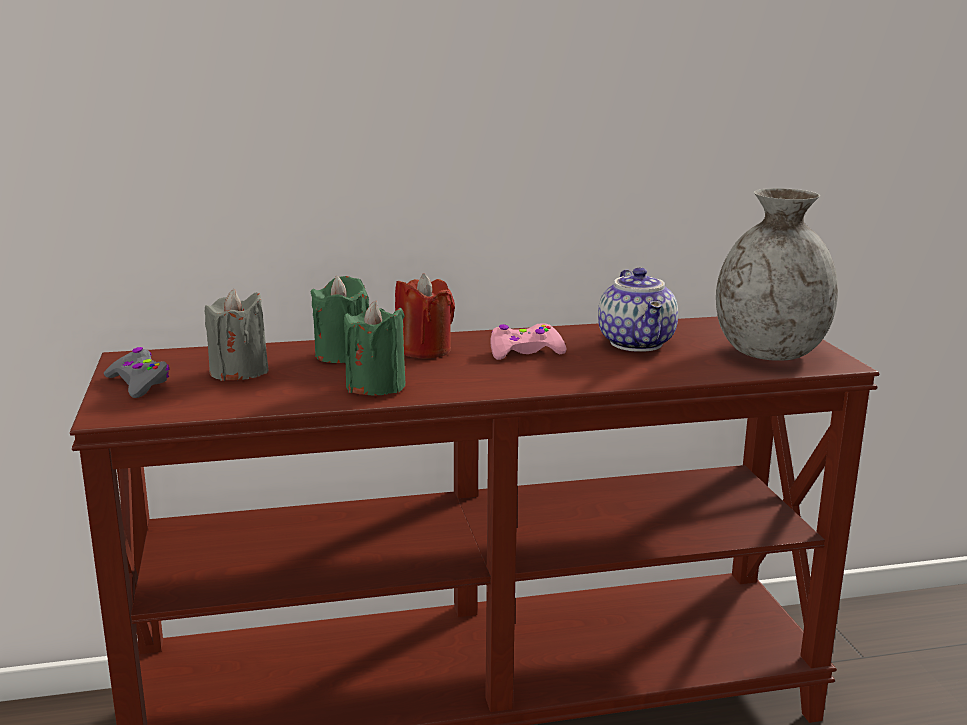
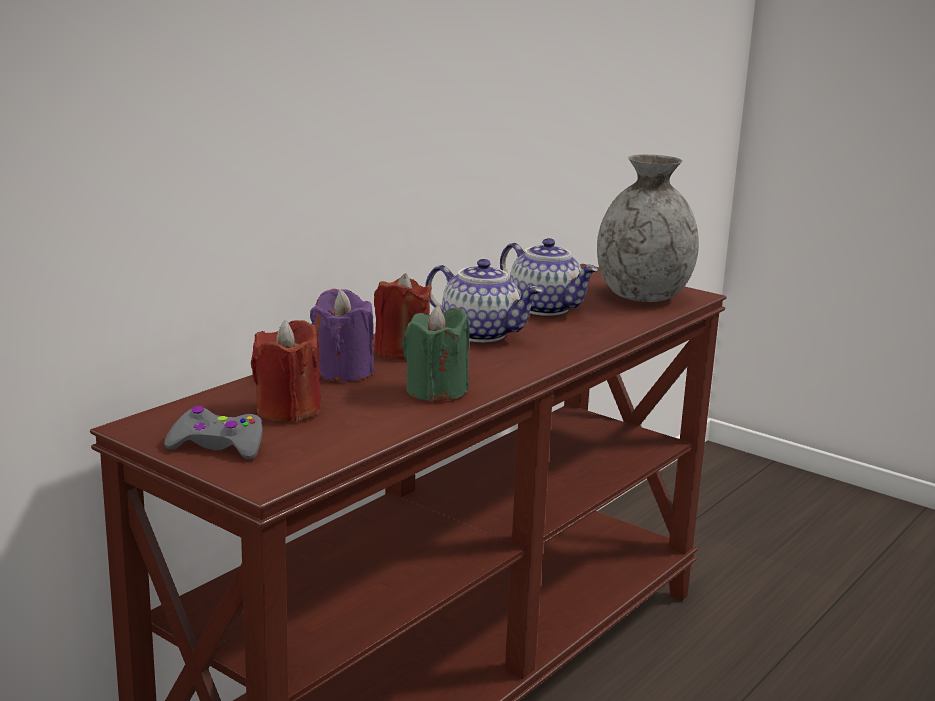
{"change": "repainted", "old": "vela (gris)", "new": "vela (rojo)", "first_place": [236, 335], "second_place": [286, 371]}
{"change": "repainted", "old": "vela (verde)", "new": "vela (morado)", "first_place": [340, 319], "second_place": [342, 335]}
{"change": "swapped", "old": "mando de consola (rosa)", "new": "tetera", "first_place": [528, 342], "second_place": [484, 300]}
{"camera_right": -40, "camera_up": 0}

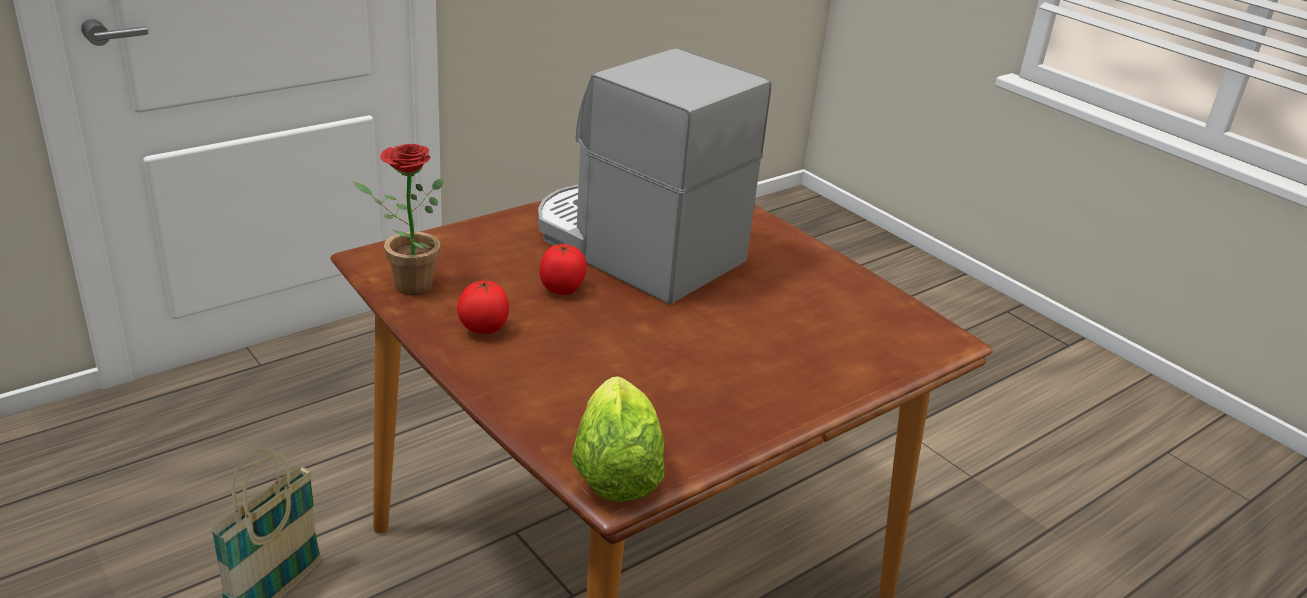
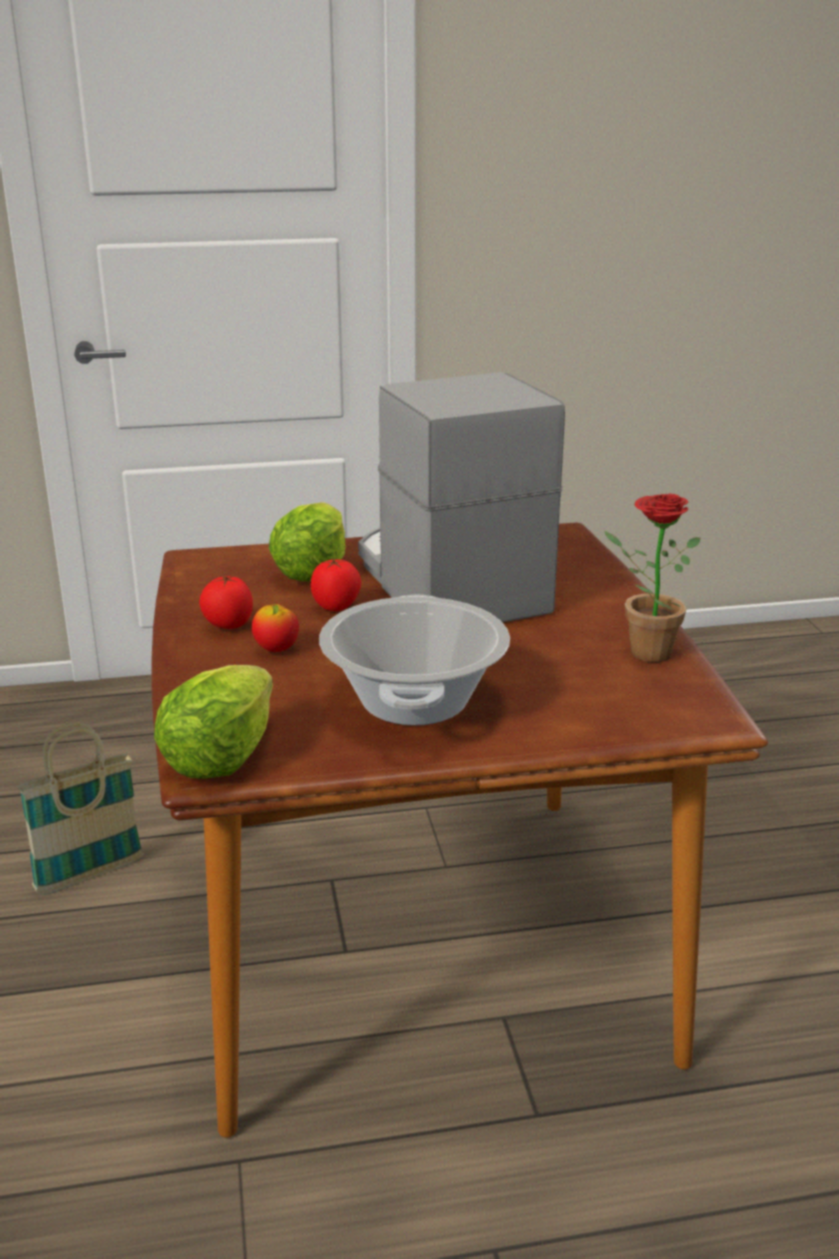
{"change": "new", "new": "manzana", "second_place": [275, 627]}
{"change": "new", "new": "lechuga", "second_place": [307, 542]}
{"change": "new", "new": "olla", "second_place": [414, 660]}
{"change": "shifted", "old": "planta en maceta", "first_place": [398, 219], "second_place": [652, 577]}
{"camera_right": 30, "camera_up": -5}

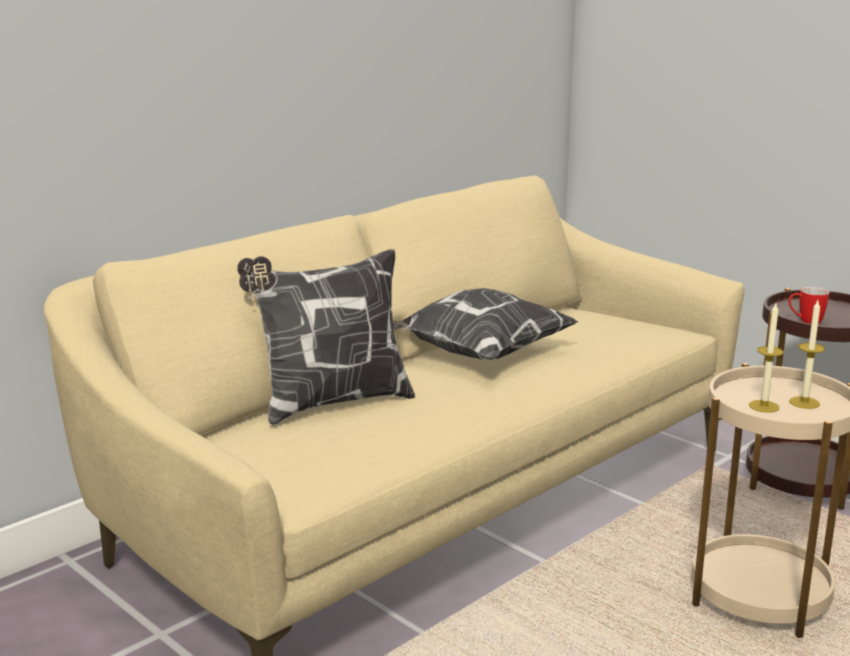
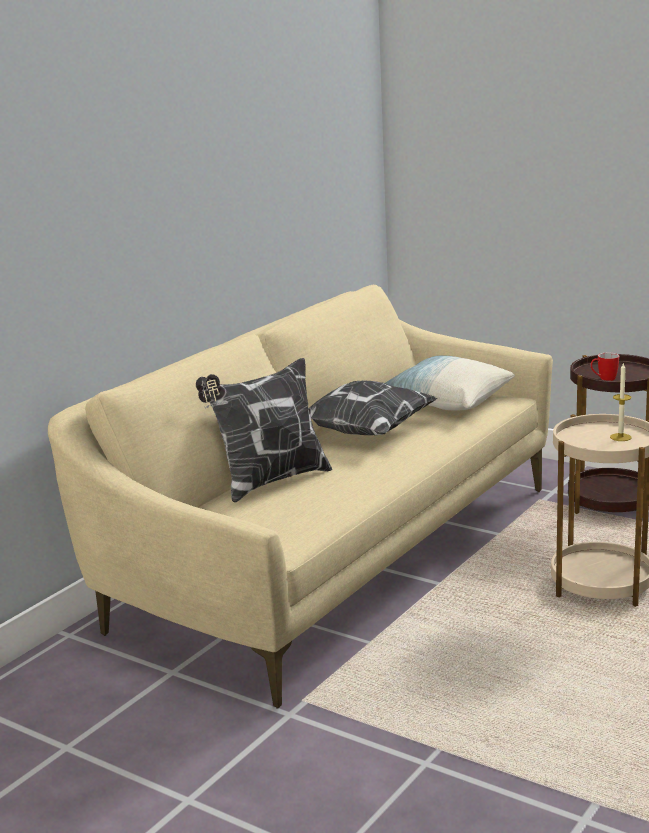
{"change": "new", "new": "cojín", "second_place": [450, 383]}
{"change": "gone", "old": "vela", "first_place": [766, 358]}
{"camera_right": -10, "camera_up": 0}

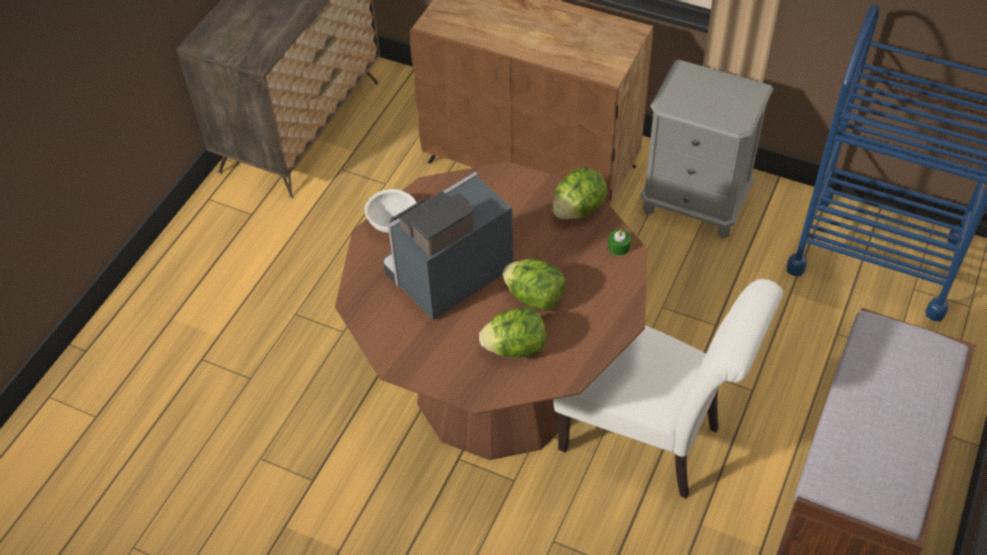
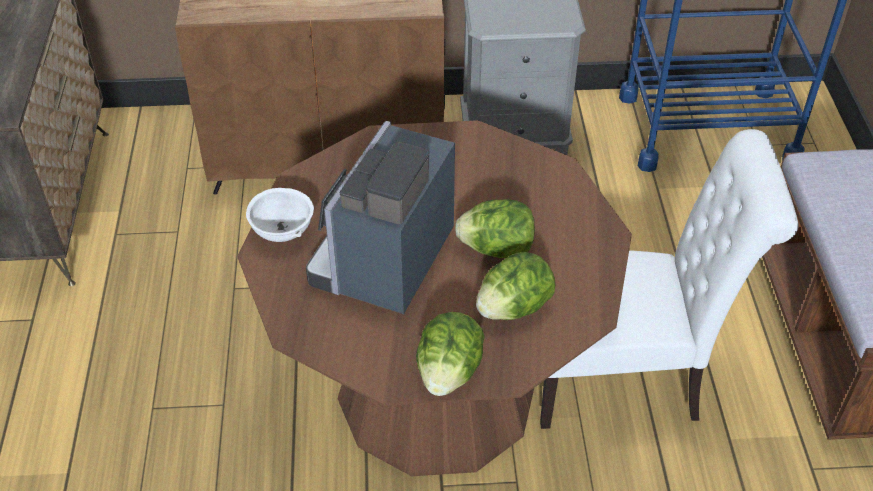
{"change": "shifted", "old": "lechuga", "first_place": [580, 193], "second_place": [450, 354]}
{"change": "gone", "old": "vela (verde)", "first_place": [619, 242]}
{"camera_right": -30, "camera_up": -5}

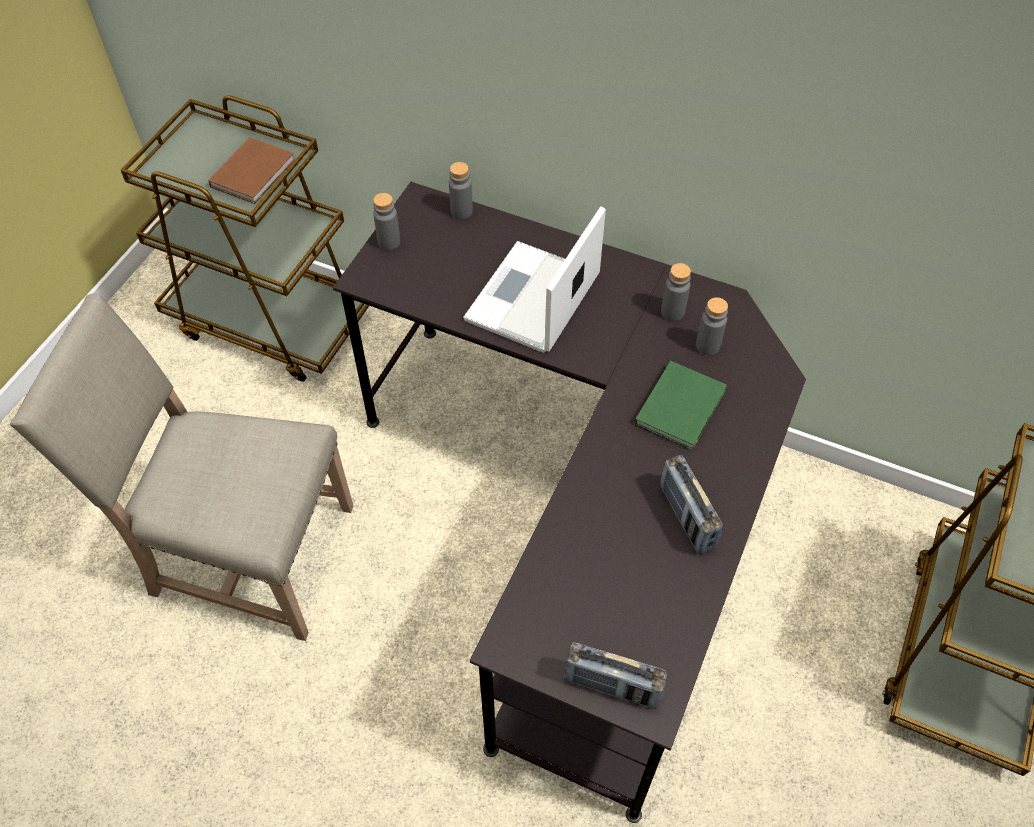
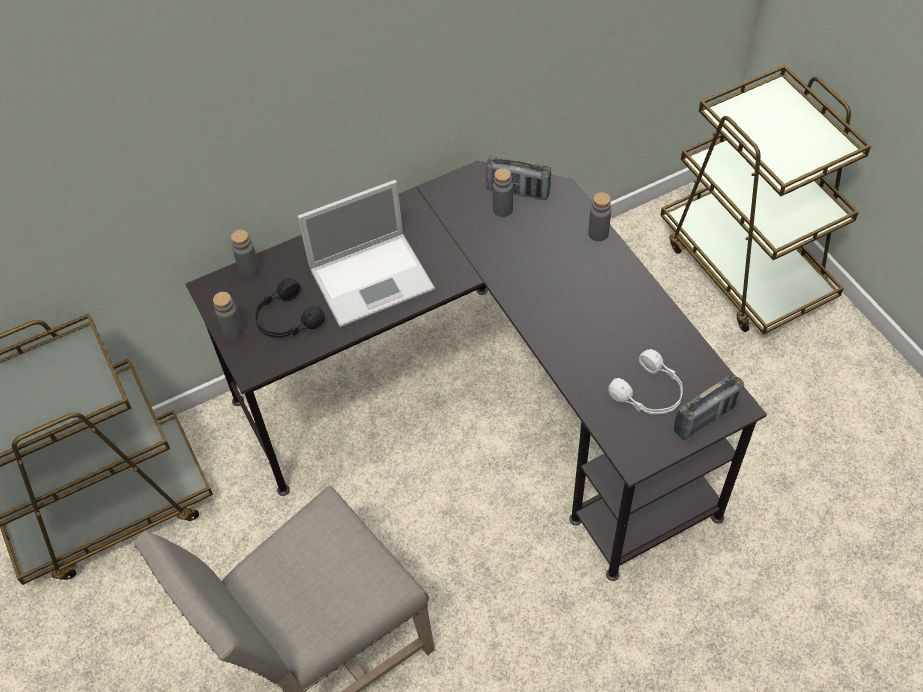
{"change": "new", "new": "auriculares (negro)", "second_place": [290, 308]}
{"change": "rotated", "old": "portátil", "first_place": [534, 279], "second_place": [366, 253], "degrees": -90}
{"change": "shifted", "old": "radio", "first_place": [691, 504], "second_place": [518, 178]}
{"change": "shifted", "old": "botella (gris)", "first_place": [676, 292], "second_place": [599, 216]}
{"change": "new", "new": "auriculares (blanco)", "second_place": [645, 382]}
{"change": "gone", "old": "libro (marrón)", "first_place": [251, 170]}
{"change": "gone", "old": "libro (verde)", "first_place": [681, 406]}
{"camera_right": -50, "camera_up": 0}

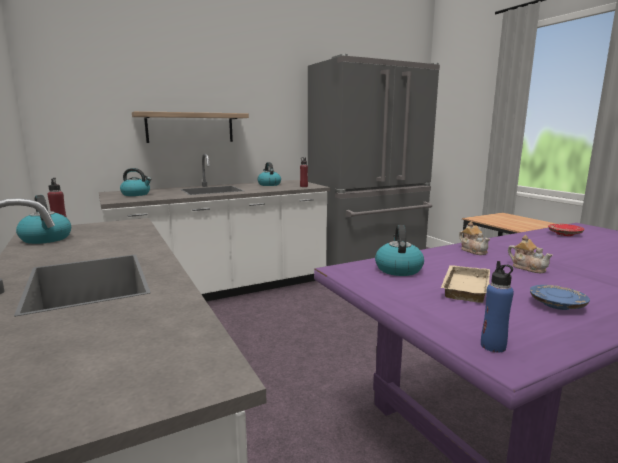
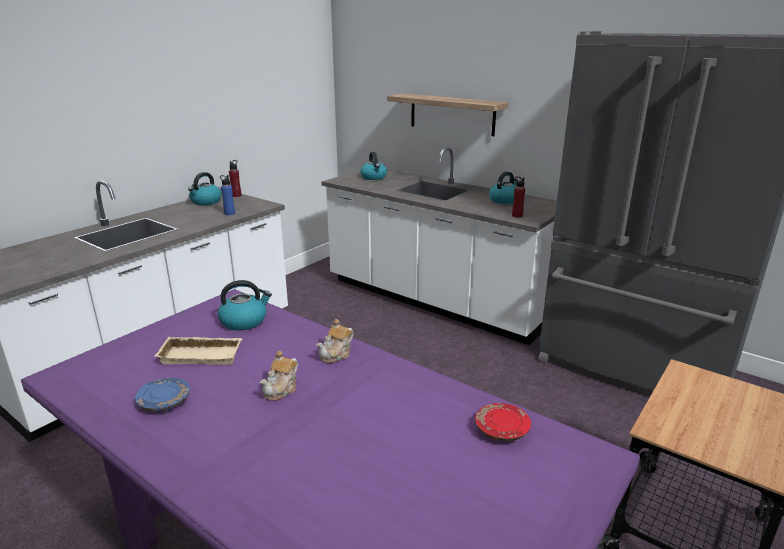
{"change": "shifted", "old": "botella (azul)", "first_place": [497, 306], "second_place": [227, 195]}
{"camera_right": 65, "camera_up": 10}

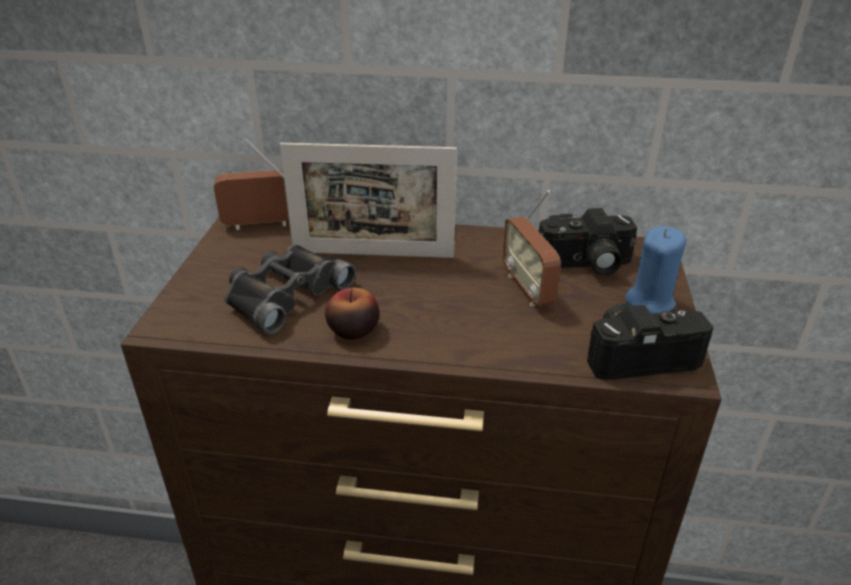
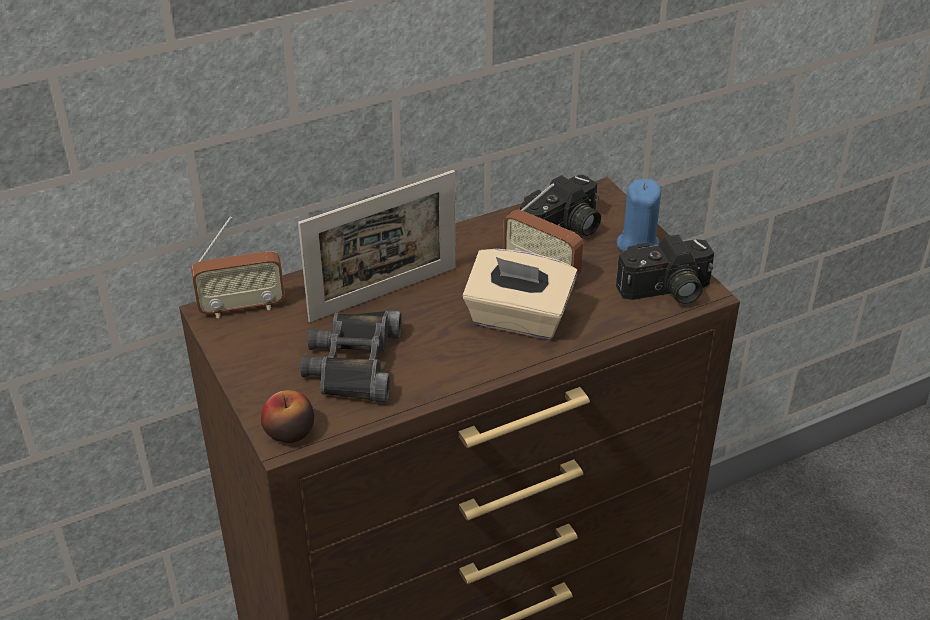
{"change": "rotated", "old": "radio", "first_place": [251, 184], "second_place": [238, 267], "degrees": -150}
{"change": "shifted", "old": "manzana", "first_place": [352, 314], "second_place": [287, 416]}
{"change": "new", "new": "caja de pañuelos (beis)", "second_place": [520, 294]}
{"change": "rotated", "old": "cámara", "first_place": [650, 341], "second_place": [665, 269], "degrees": -150}
{"camera_right": -35, "camera_up": 5}

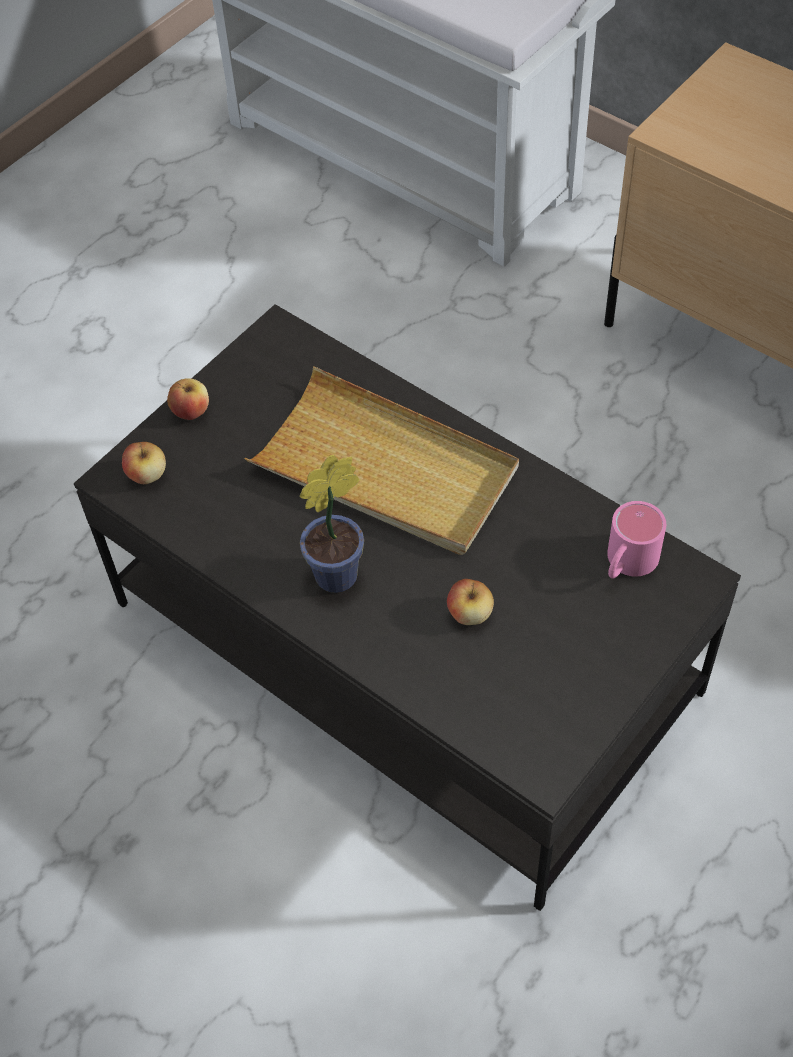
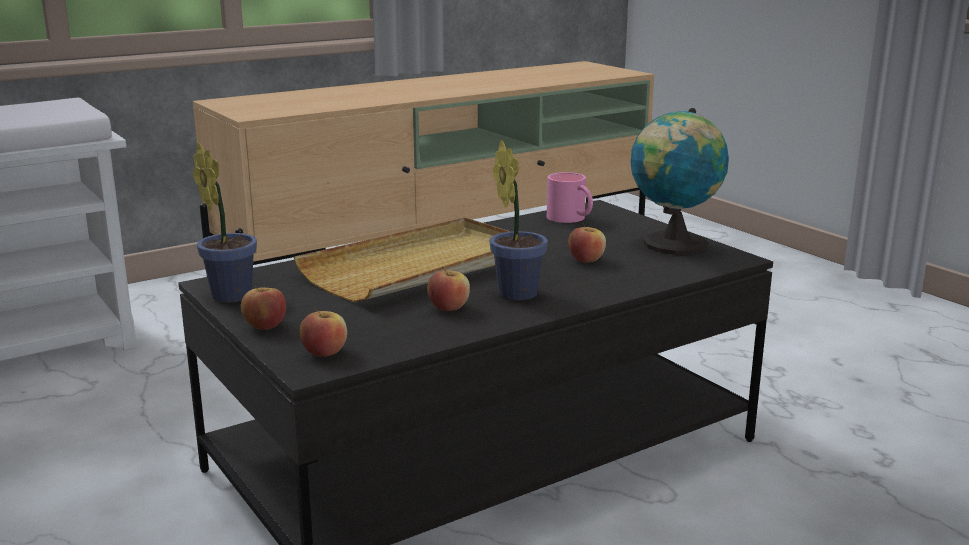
{"change": "new", "new": "planta en maceta", "second_place": [225, 222]}
{"change": "new", "new": "manzana", "second_place": [448, 288]}
{"change": "new", "new": "globo terráqueo", "second_place": [680, 181]}
{"camera_right": -75, "camera_up": -35}

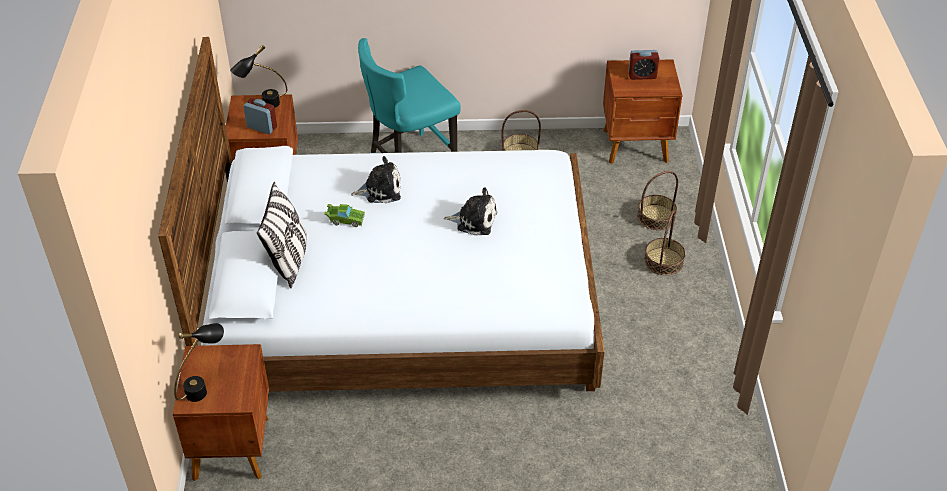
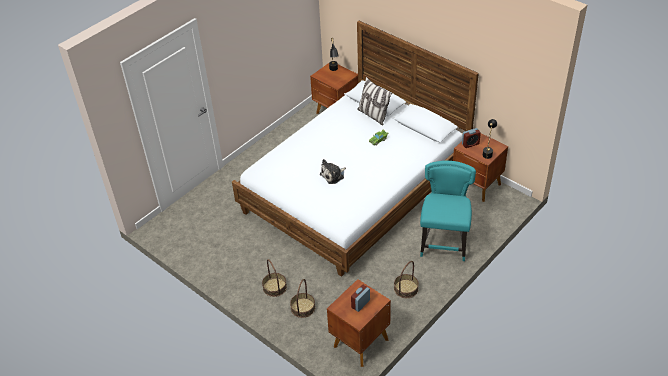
{"change": "gone", "old": "peluche", "first_place": [376, 179]}
{"camera_right": 135, "camera_up": 0}

